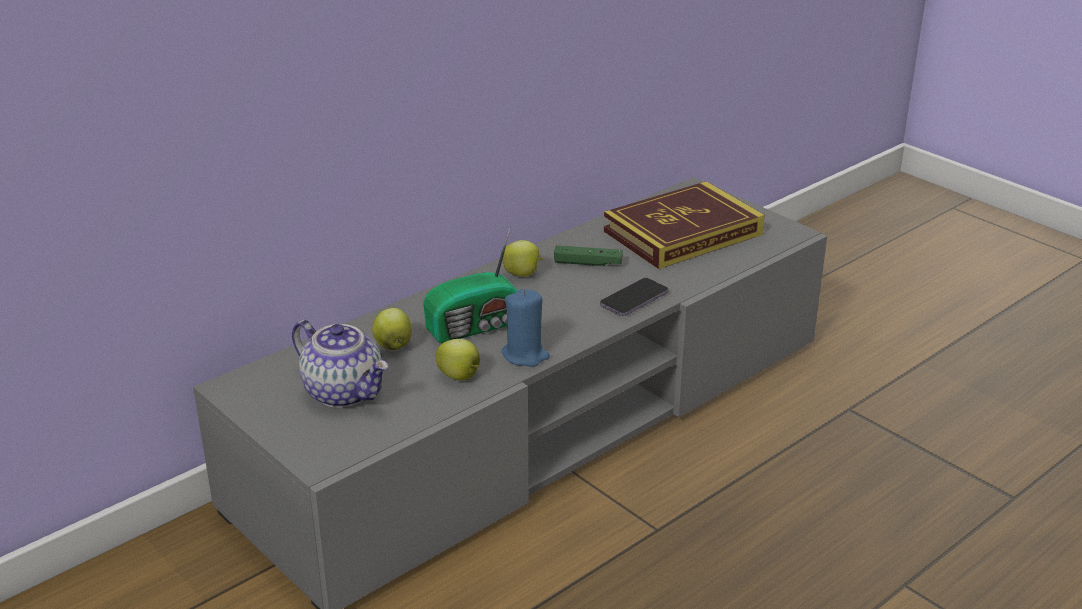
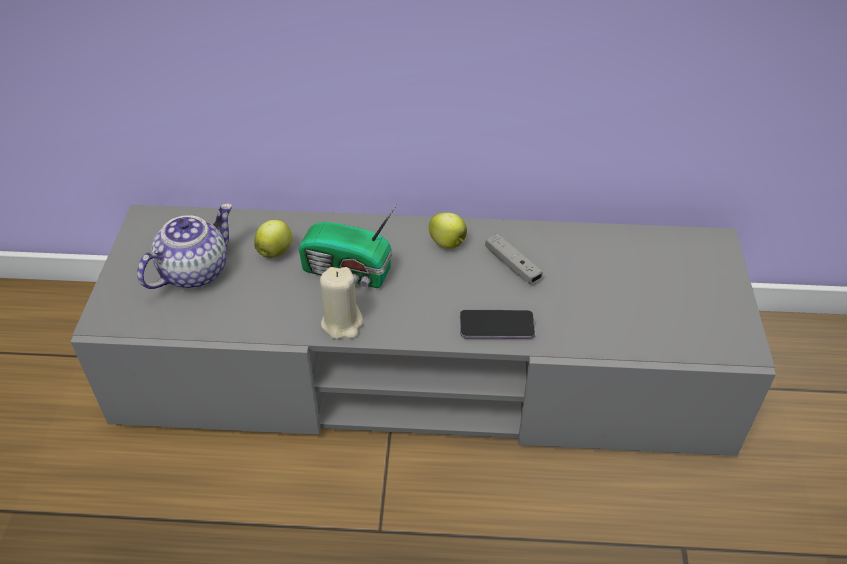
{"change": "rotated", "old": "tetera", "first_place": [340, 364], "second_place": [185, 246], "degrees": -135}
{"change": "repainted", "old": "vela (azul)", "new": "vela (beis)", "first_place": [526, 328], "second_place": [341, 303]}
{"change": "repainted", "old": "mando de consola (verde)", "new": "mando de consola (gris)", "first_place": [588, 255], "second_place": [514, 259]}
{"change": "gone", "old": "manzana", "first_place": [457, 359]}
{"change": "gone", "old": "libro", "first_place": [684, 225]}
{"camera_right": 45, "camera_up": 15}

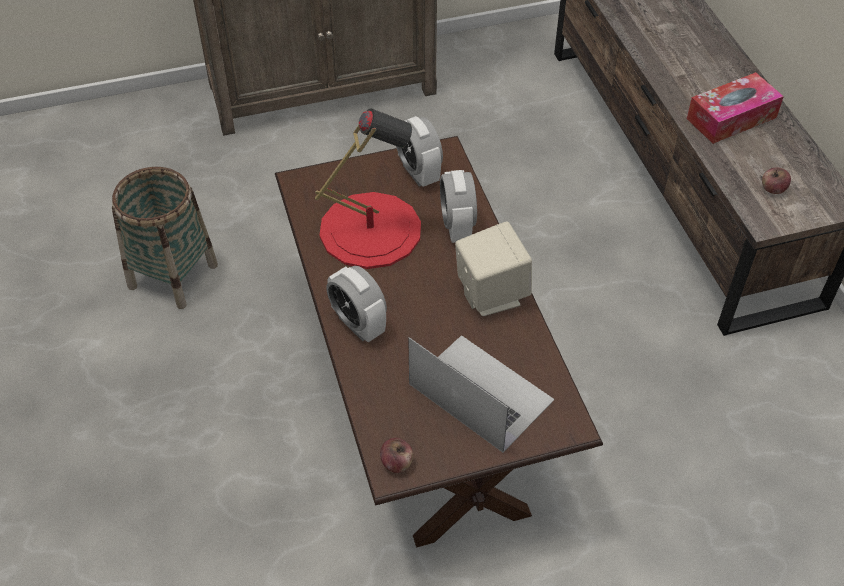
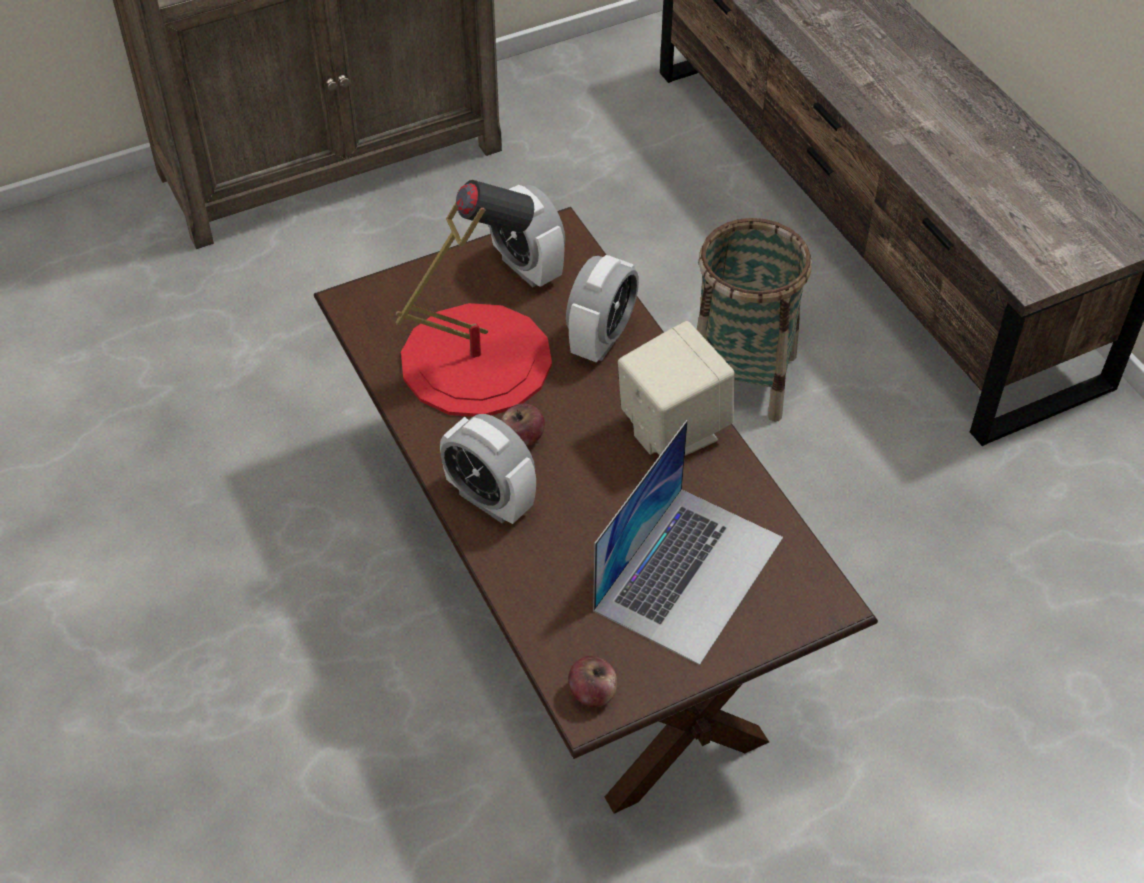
{"change": "shifted", "old": "manzana", "first_place": [776, 181], "second_place": [523, 424]}
{"change": "rotated", "old": "despertador", "first_place": [458, 206], "second_place": [602, 309], "degrees": -135}
{"change": "rotated", "old": "portátil", "first_place": [481, 394], "second_place": [688, 542], "degrees": 90}
{"change": "shifted", "old": "cesta", "first_place": [165, 238], "second_place": [754, 320]}
{"change": "gone", "old": "caja de pañuelos", "first_place": [735, 108]}
{"camera_right": -10, "camera_up": 0}

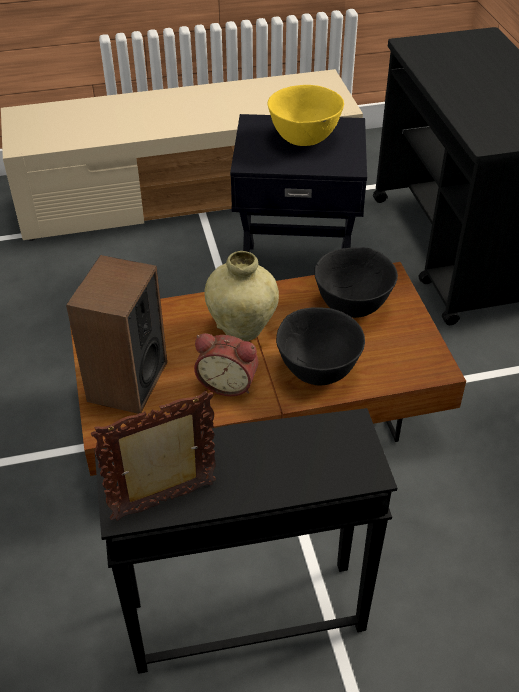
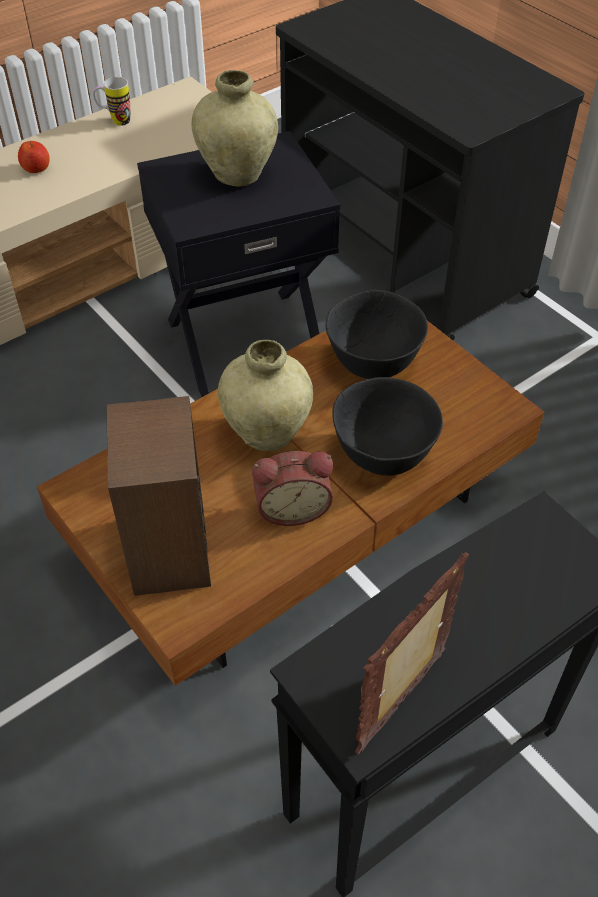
{"change": "new", "new": "manzana", "second_place": [34, 157]}
{"change": "new", "new": "taza grande", "second_place": [111, 101]}
{"change": "swapped", "old": "cuenco (amarillo)", "new": "florero (beis)", "first_place": [306, 115], "second_place": [234, 128]}
{"camera_right": -25, "camera_up": 5}

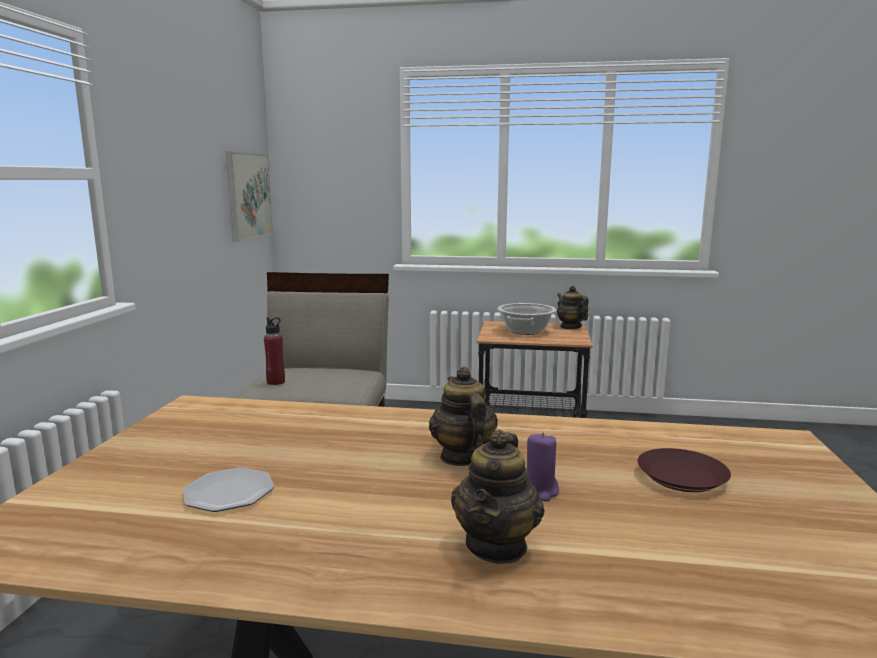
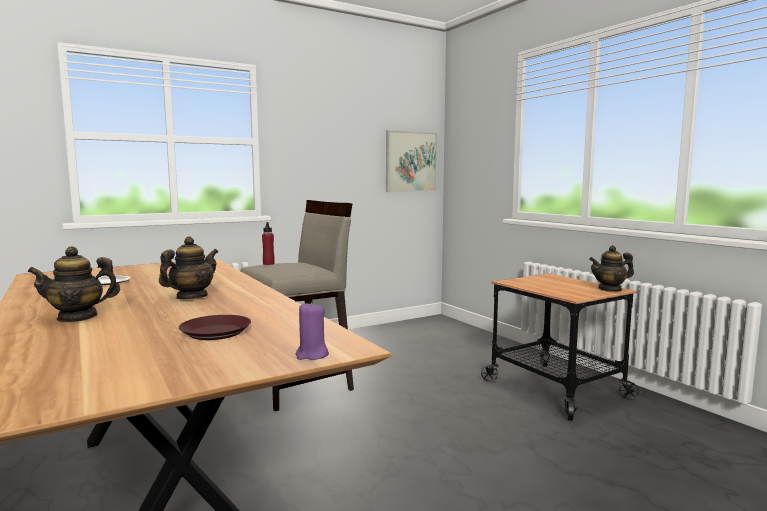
{"change": "shifted", "old": "vela (morado)", "first_place": [543, 467], "second_place": [312, 331]}
{"change": "rotated", "old": "tetera", "first_place": [573, 307], "second_place": [611, 268], "degrees": -120}
{"change": "gone", "old": "olla", "first_place": [527, 319]}
{"camera_right": 50, "camera_up": -5}

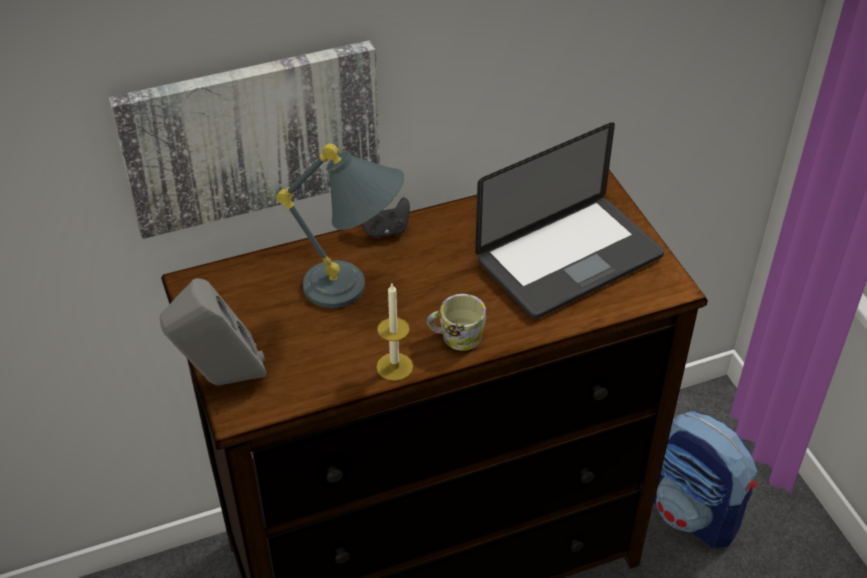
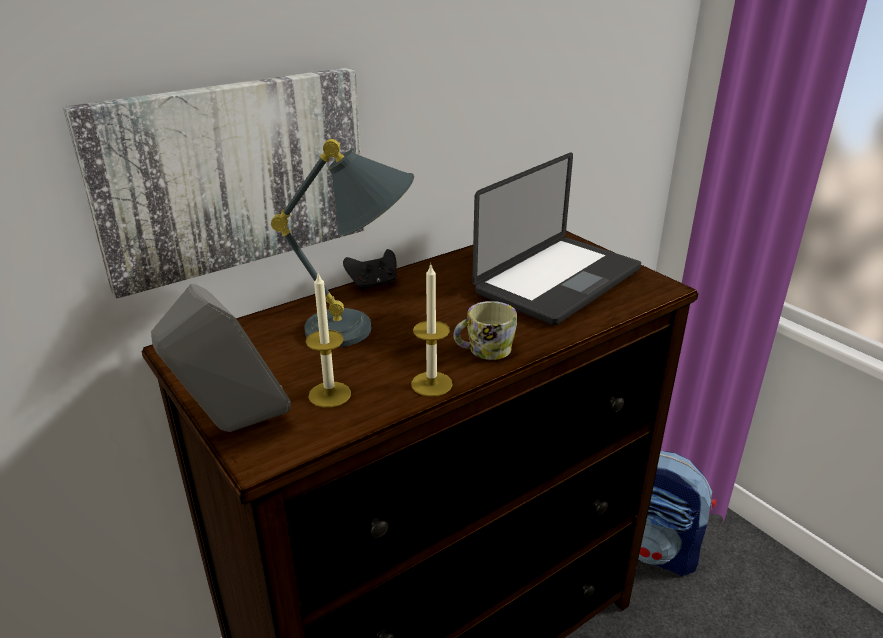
{"change": "new", "new": "vela", "second_place": [328, 340]}
{"camera_right": -15, "camera_up": -15}

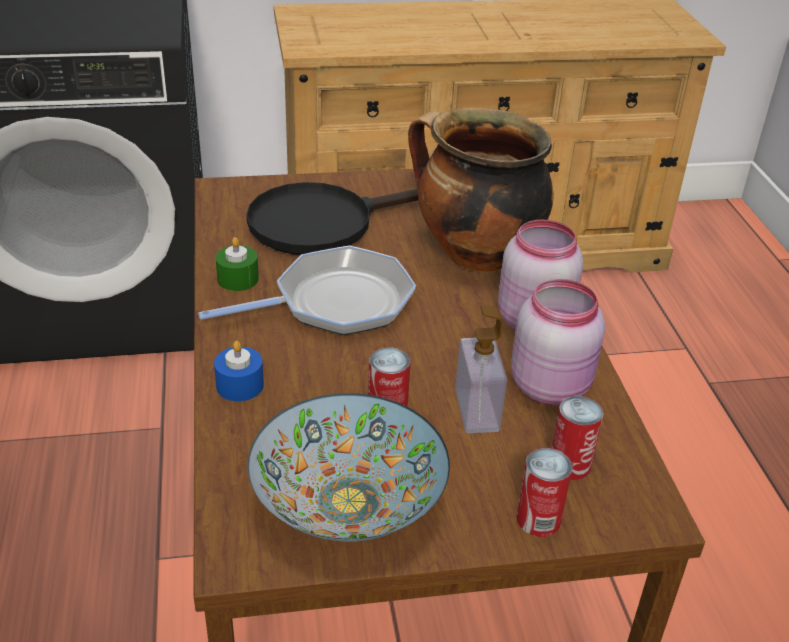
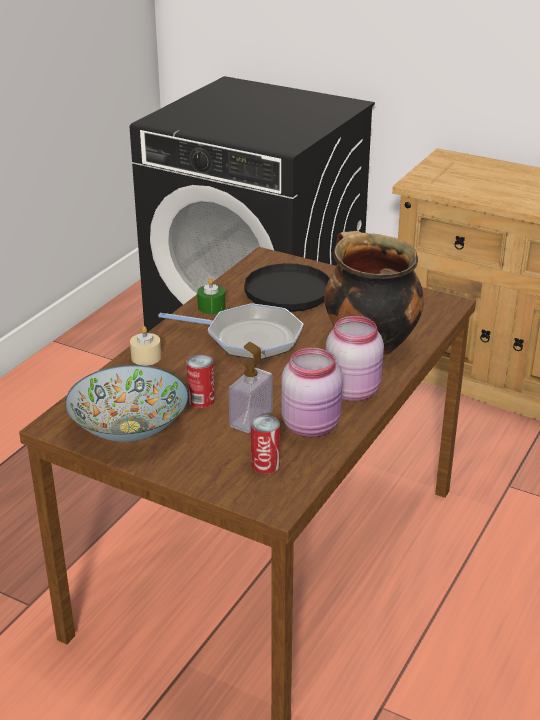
{"change": "repainted", "old": "vela (azul)", "new": "vela (beis)", "first_place": [239, 371], "second_place": [145, 346]}
{"change": "gone", "old": "lata", "first_place": [544, 492]}
{"camera_right": 40, "camera_up": -5}

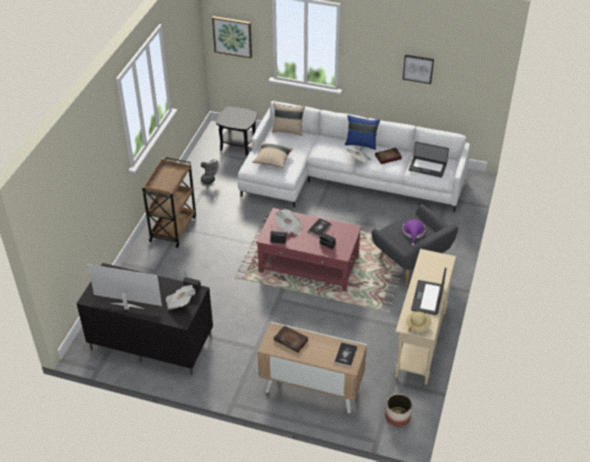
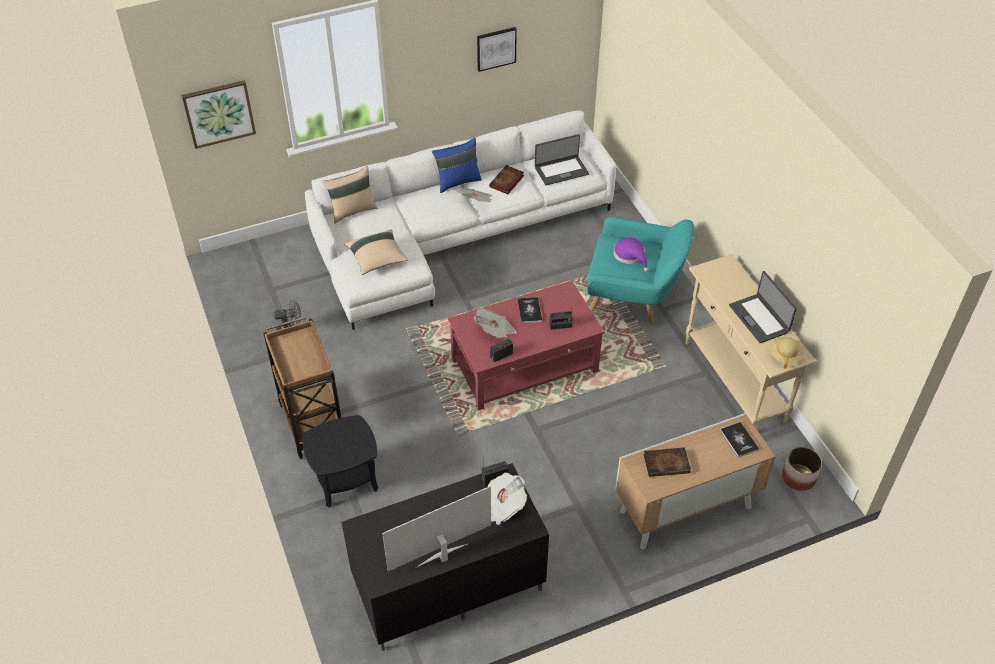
{"change": "shifted", "old": "mesa auxiliar (negro)", "first_place": [236, 131], "second_place": [340, 461]}
{"change": "repainted", "old": "sillón (gris)", "new": "sillón (turquesa)", "first_place": [415, 245], "second_place": [640, 271]}
{"camera_right": -40, "camera_up": 5}

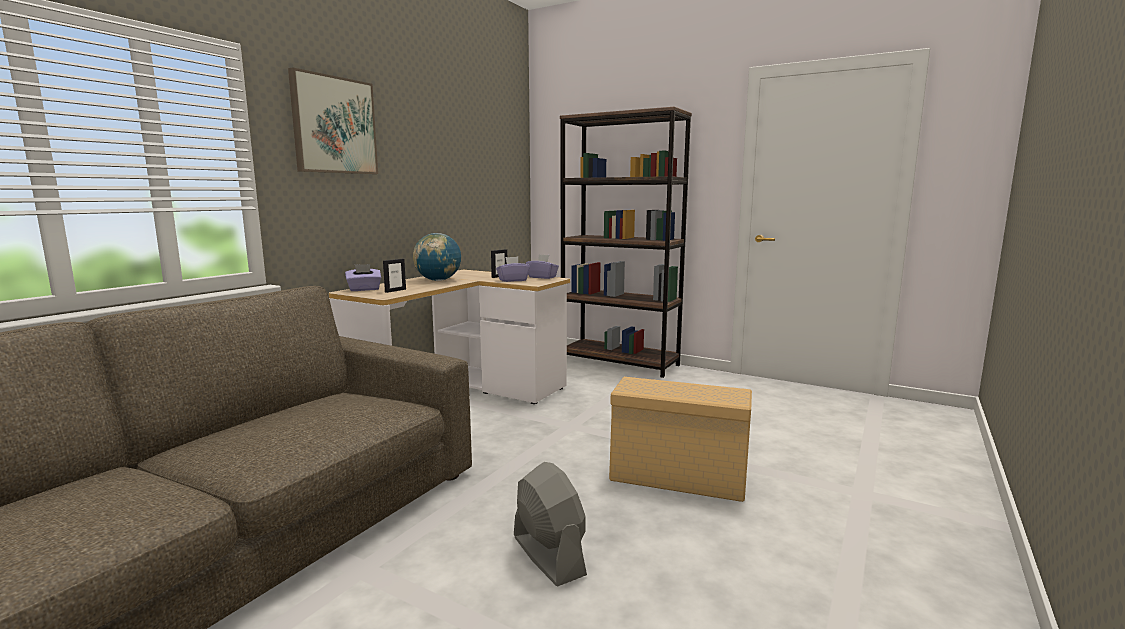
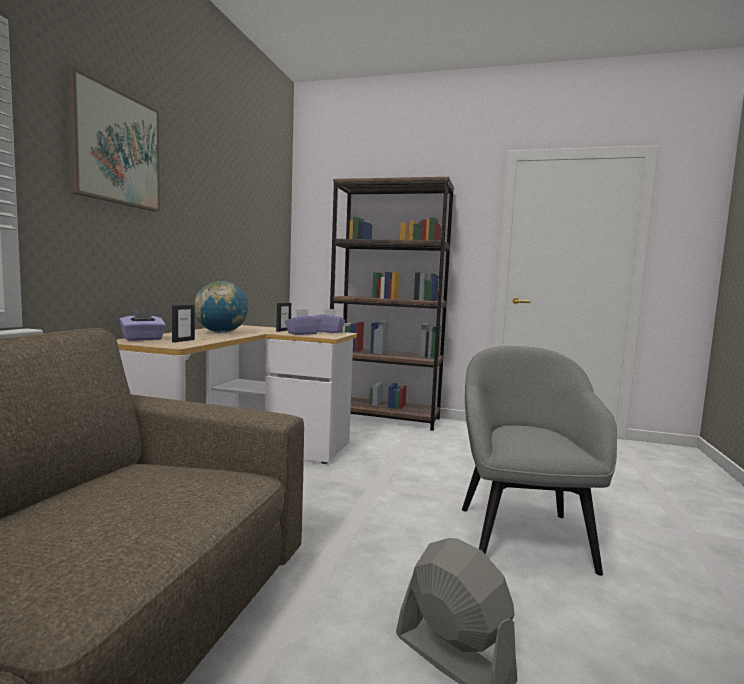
{"change": "swapped", "old": "caja de almacenaje (beis)", "new": "sillón (gris)", "first_place": [680, 439], "second_place": [539, 461]}
{"camera_right": -15, "camera_up": -5}

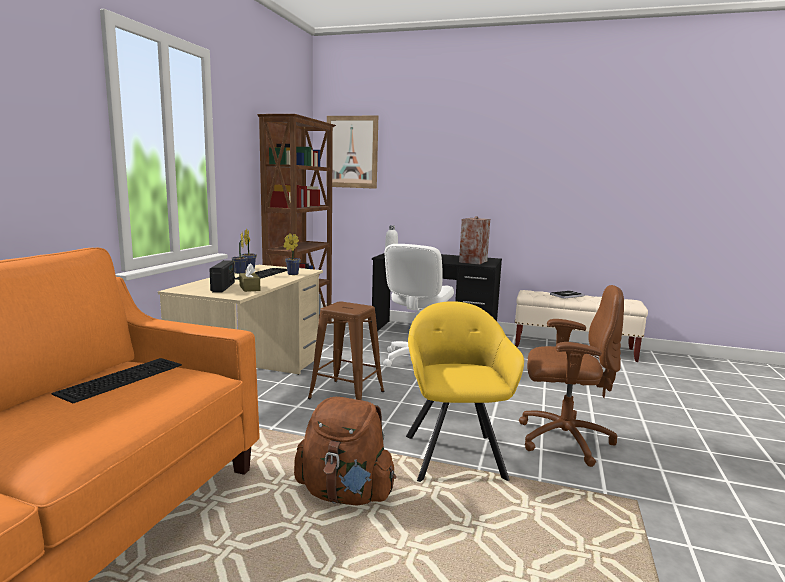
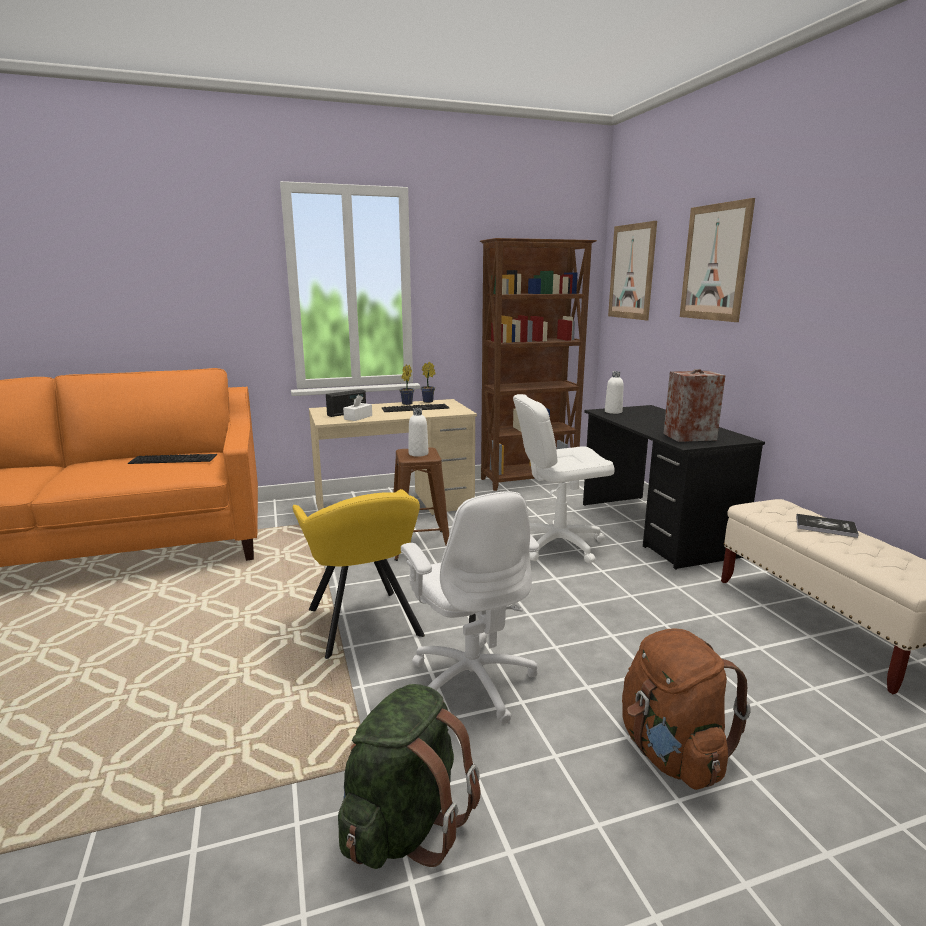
{"change": "rotated", "old": "sillón (amarillo)", "first_place": [465, 391], "second_place": [359, 574], "degrees": 105}
{"change": "new", "new": "mochila (verde)", "second_place": [409, 776]}
{"change": "repainted", "old": "caja de pañuelos (marrón)", "new": "caja de pañuelos (blanco)", "first_place": [249, 277], "second_place": [357, 408]}
{"change": "repainted", "old": "silla de oficina (marrón)", "new": "silla de oficina (blanco)", "first_place": [571, 376], "second_place": [470, 607]}
{"change": "new", "new": "botella (blanco)", "second_place": [418, 432]}
{"change": "shifted", "old": "mochila (marrón)", "first_place": [345, 451], "second_place": [686, 709]}
{"change": "new", "new": "cuadro", "second_place": [717, 260]}
{"change": "gone", "old": "planta en maceta", "first_place": [292, 254]}
{"camera_right": 55, "camera_up": 5}

